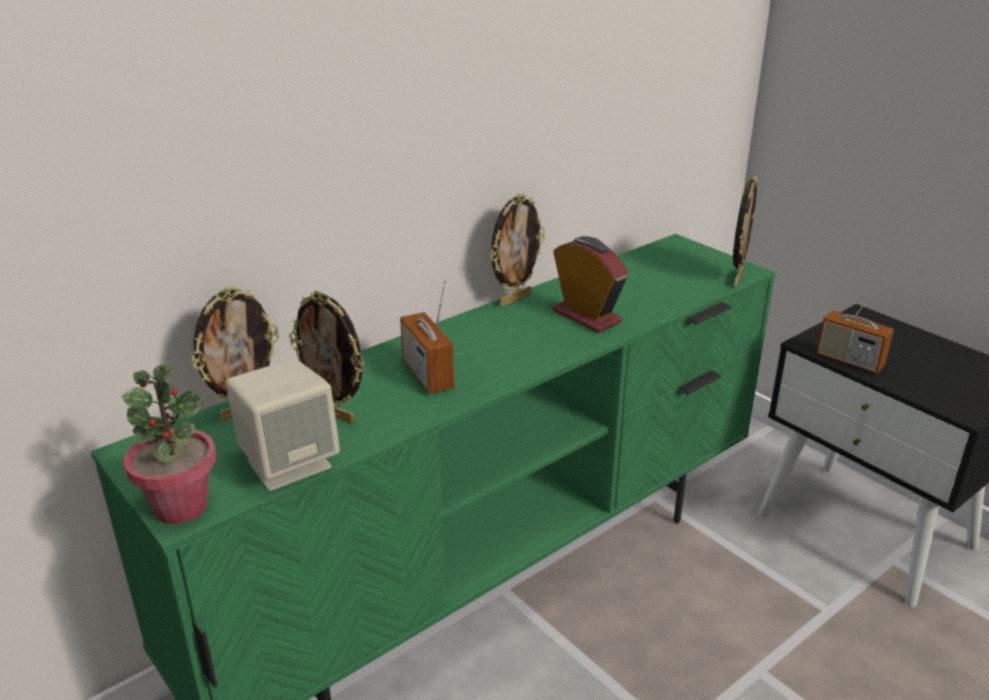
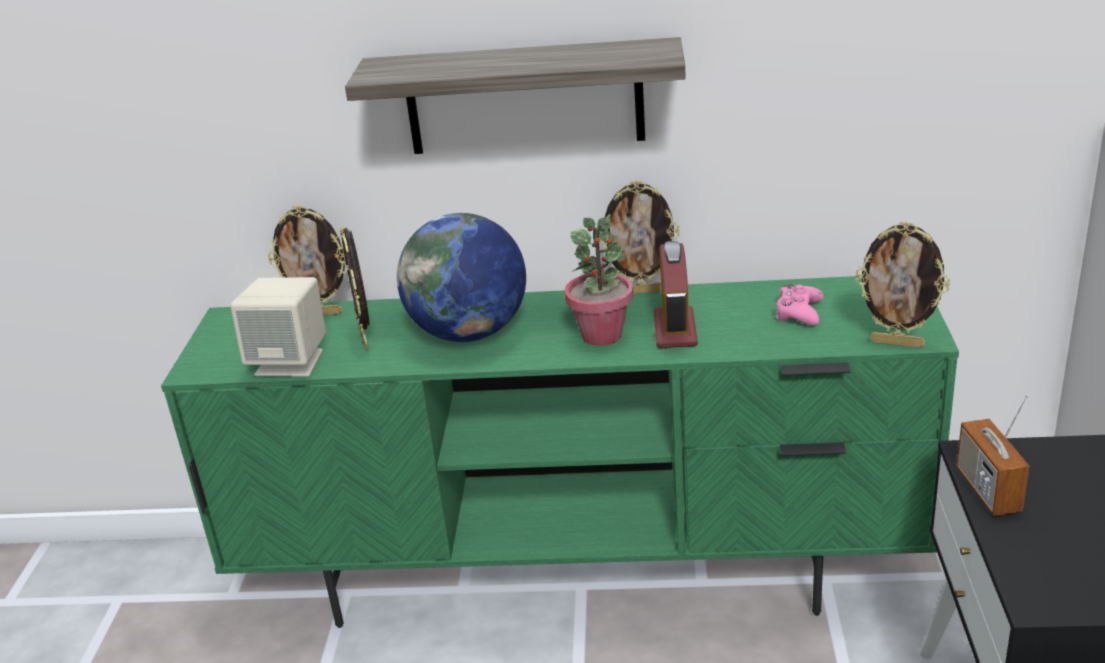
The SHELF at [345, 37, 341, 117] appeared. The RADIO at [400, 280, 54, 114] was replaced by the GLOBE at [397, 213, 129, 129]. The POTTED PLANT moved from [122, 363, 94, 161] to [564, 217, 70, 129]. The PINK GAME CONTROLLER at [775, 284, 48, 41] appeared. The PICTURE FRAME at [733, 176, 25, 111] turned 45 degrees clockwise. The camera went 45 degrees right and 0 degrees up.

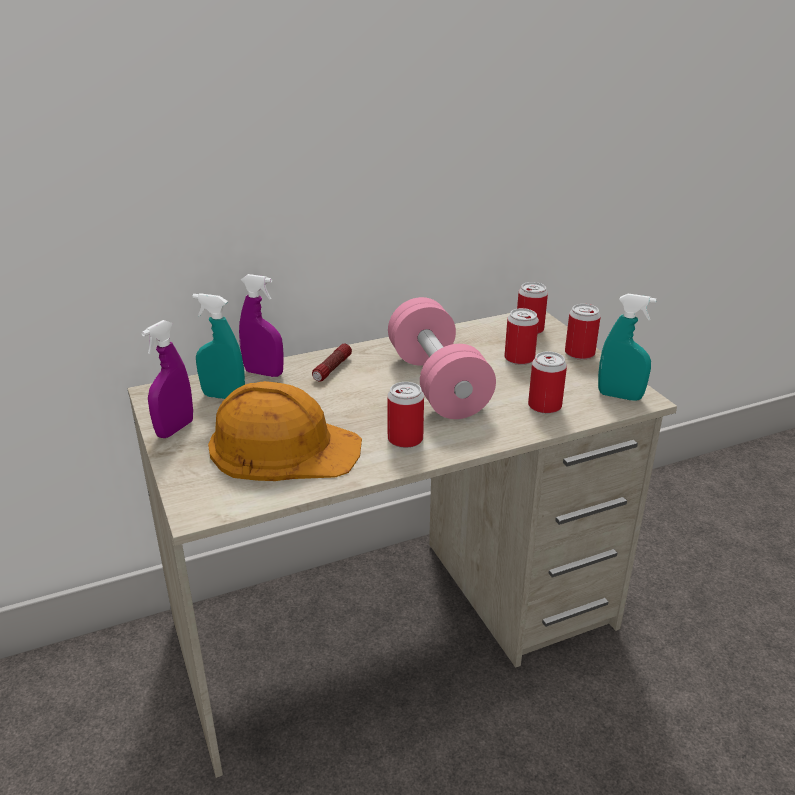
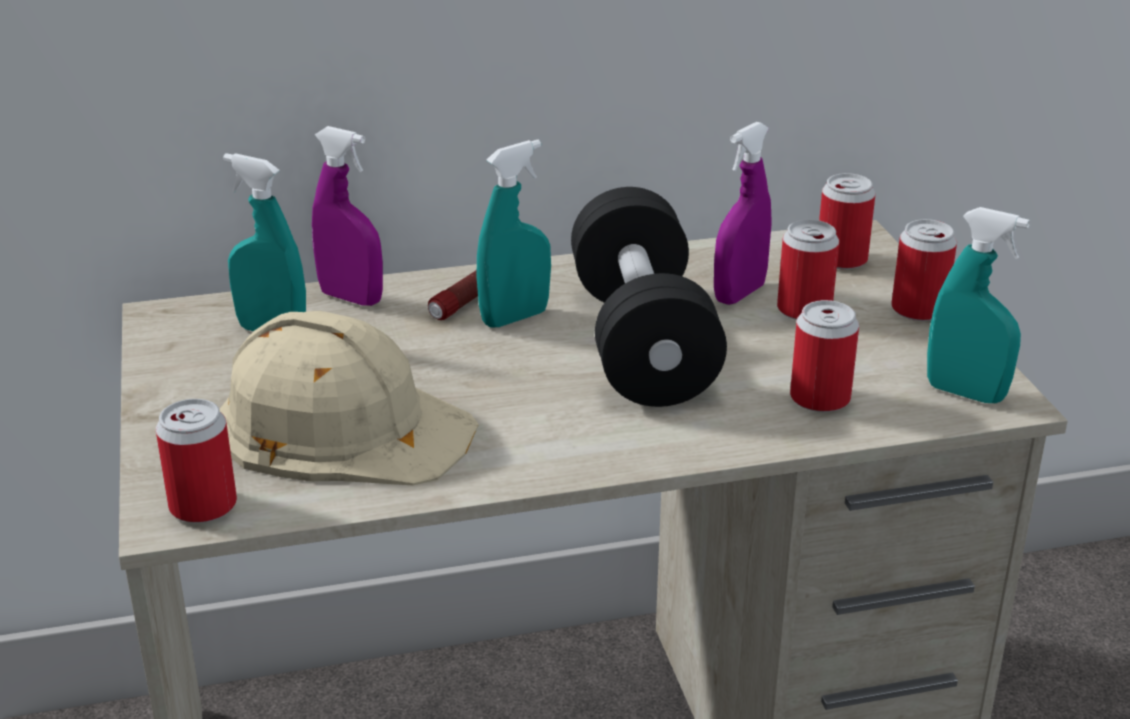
The CAN moved from [387, 382, 37, 66] to [156, 399, 81, 124]. The ORANGE HARD HAT at [208, 381, 154, 100] became the BEIGE HARD HAT at [220, 311, 259, 175]. The TURQUOISE SPRAY BOTTLE at [476, 140, 75, 188] appeared. The PINK DUMBBELL at [388, 297, 108, 122] became the BLACK DUMBBELL at [571, 187, 156, 220]. The PURPLE SPRAY BOTTLE moved from [141, 320, 52, 118] to [714, 122, 58, 183]. The camera went 10 degrees right and 0 degrees up.

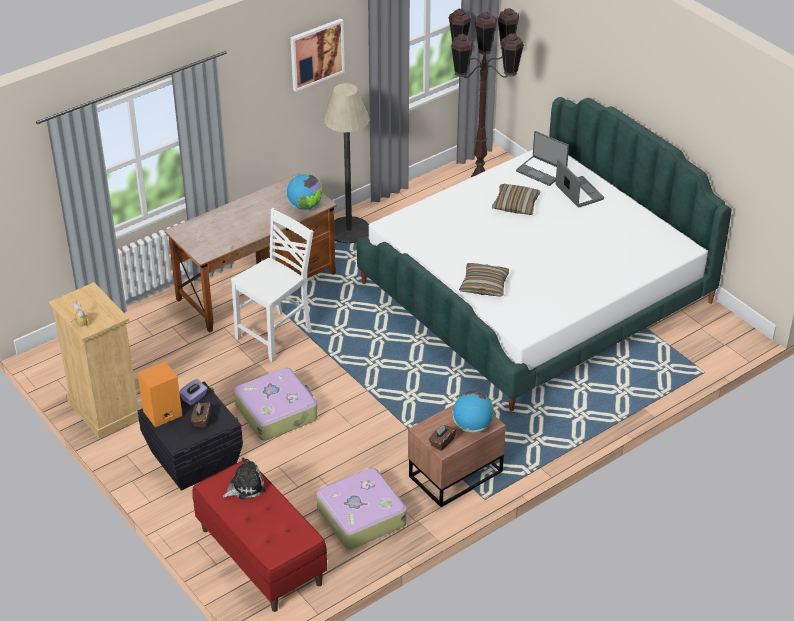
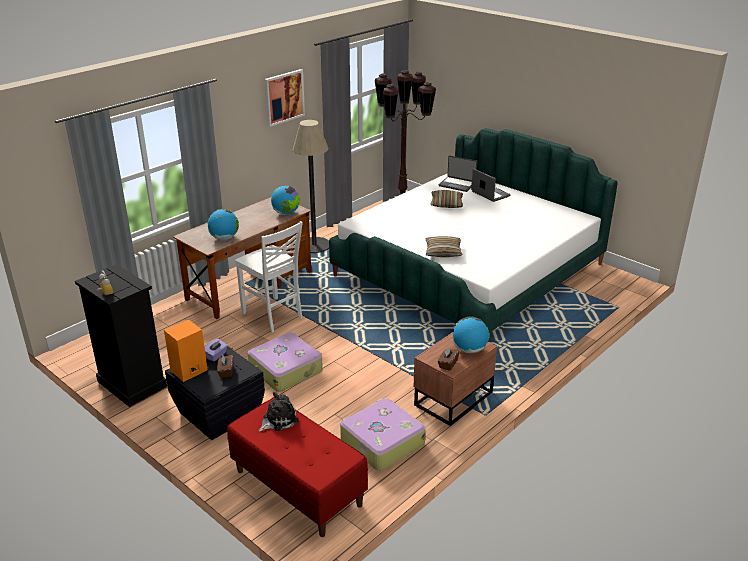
The BEIGE DRESSER at [49, 282, 91, 157] became the BLACK DRESSER at [75, 264, 92, 143]. The GLOBE at [208, 209, 31, 31] appeared. The WHITE CHAIR at [231, 208, 83, 154] turned 105 degrees clockwise. The camera went 10 degrees left and 10 degrees down.

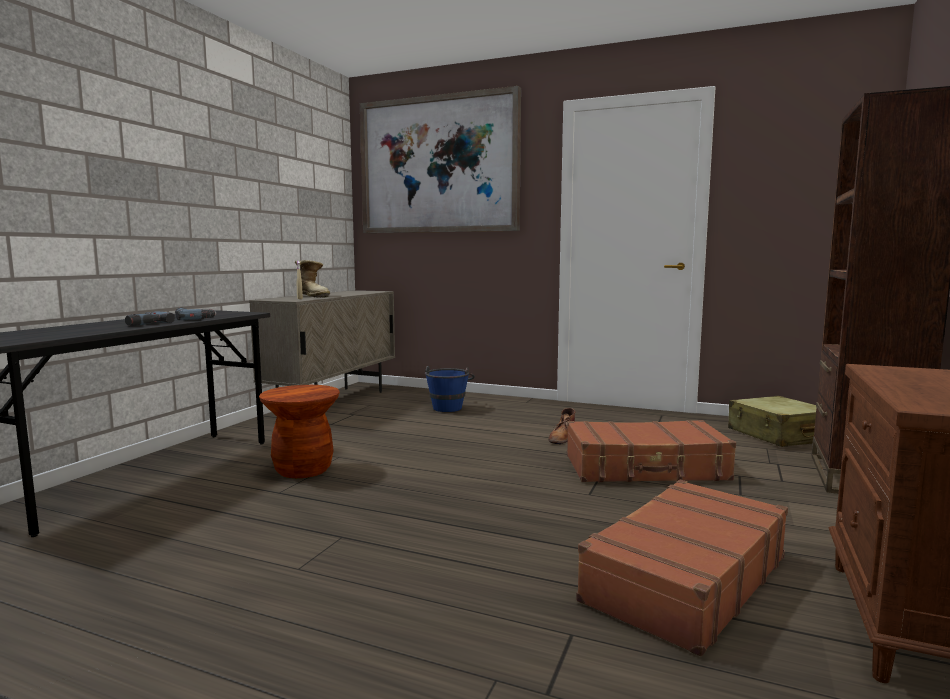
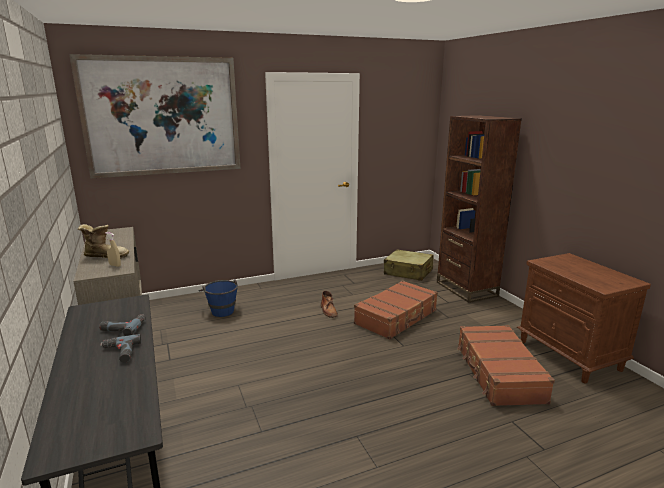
The BROWN STOOL at [259, 385, 81, 93] disappeared. The camera went 45 degrees left and 10 degrees up.

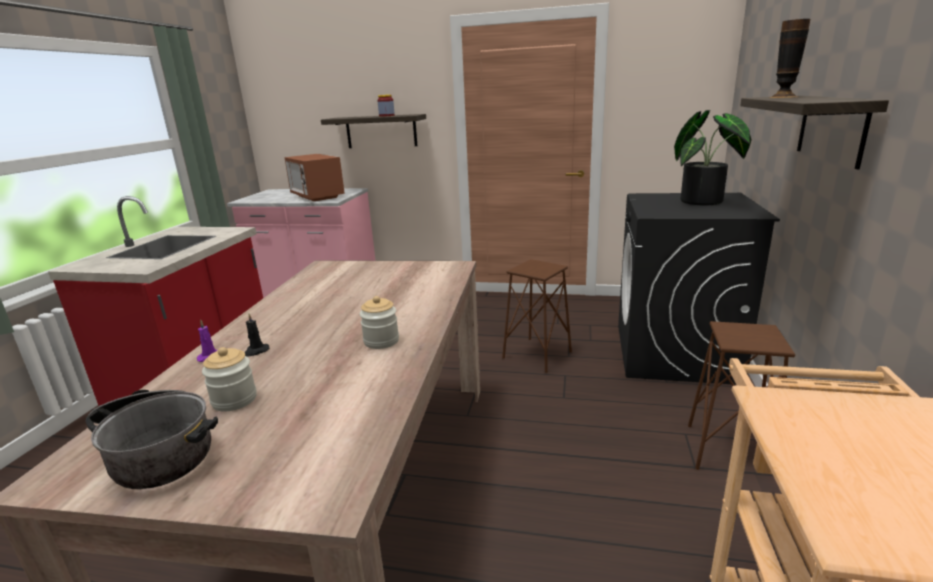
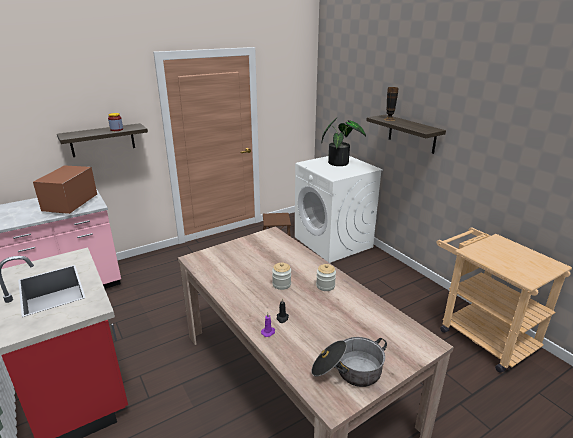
The MICROWAVE at [284, 154, 61, 47] turned 90 degrees clockwise. The JAR moved from [202, 347, 55, 65] to [272, 263, 19, 27]. The BLACK WASHING MACHINE at [618, 193, 162, 192] became the WHITE WASHING MACHINE at [295, 156, 88, 107]. The BROWN STOOL at [688, 321, 107, 149] disappeared. The camera went 45 degrees left and 5 degrees up.

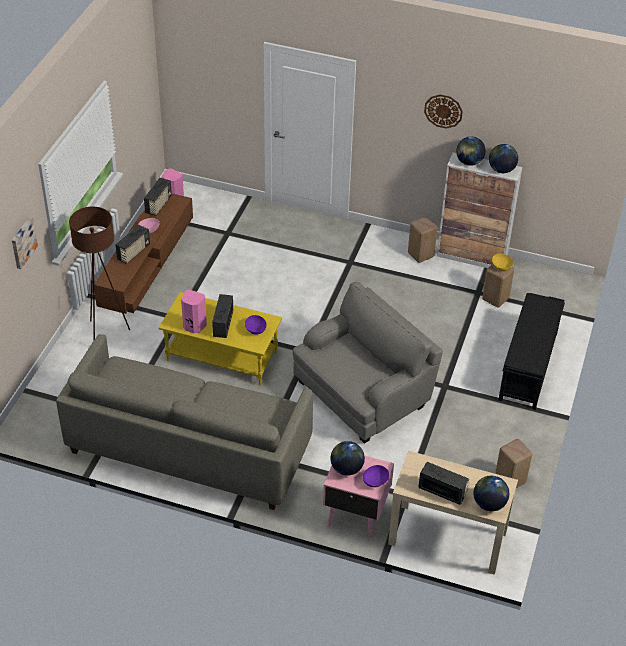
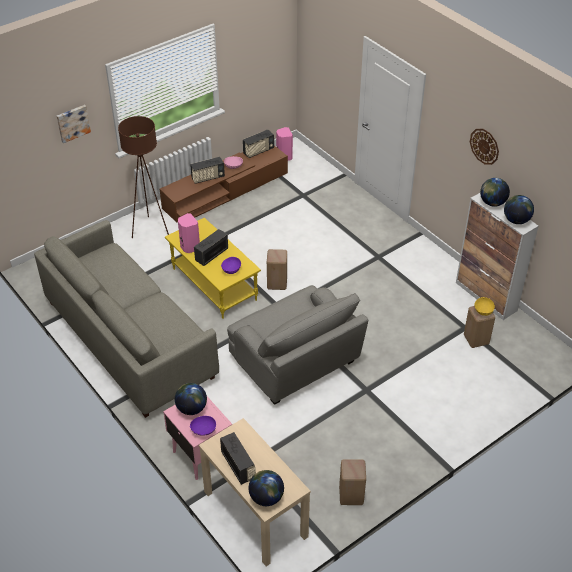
The GREY ARMCHAIR at [293, 282, 150, 162] turned 60 degrees clockwise. The BEIGE STOOL moved from [408, 217, 29, 46] to [267, 249, 20, 41]. The BLACK BENCH at [498, 293, 67, 117] disappeared. The camera went 35 degrees right and 0 degrees up.

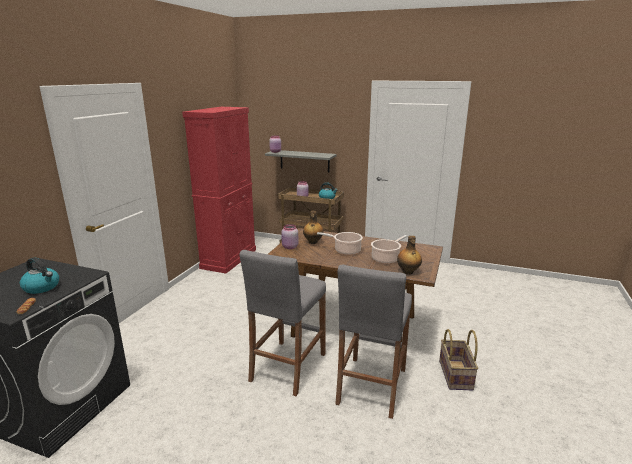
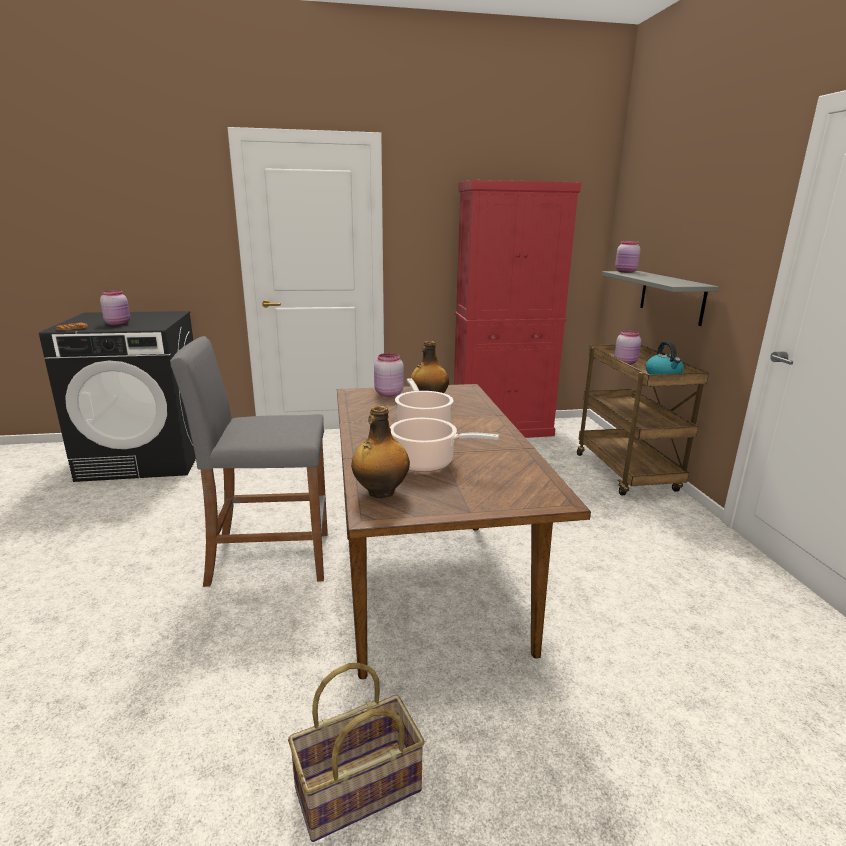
The KETTLE at [20, 257, 39, 37] was replaced by the PINK JAR at [100, 290, 30, 36]. The GREY STOOL at [335, 264, 77, 155] disappeared. The camera went 60 degrees right and 0 degrees up.

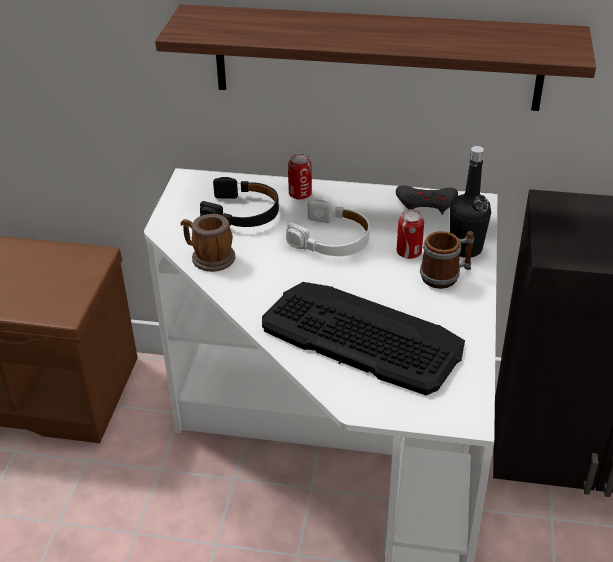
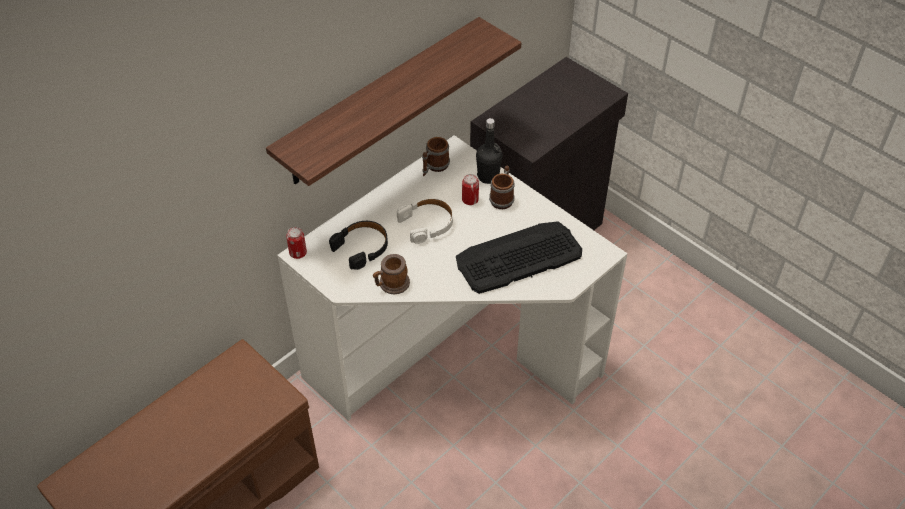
The CAN moved from [288, 153, 24, 47] to [286, 227, 21, 32]. The GREY GAME CONTROLLER at [396, 185, 62, 29] was replaced by the MUG at [422, 137, 28, 39]. The camera went 55 degrees left and 10 degrees up.

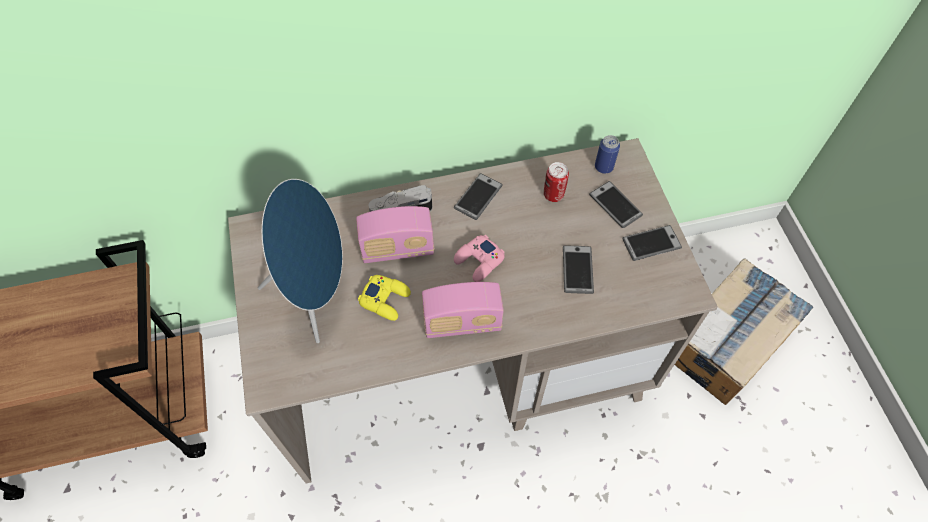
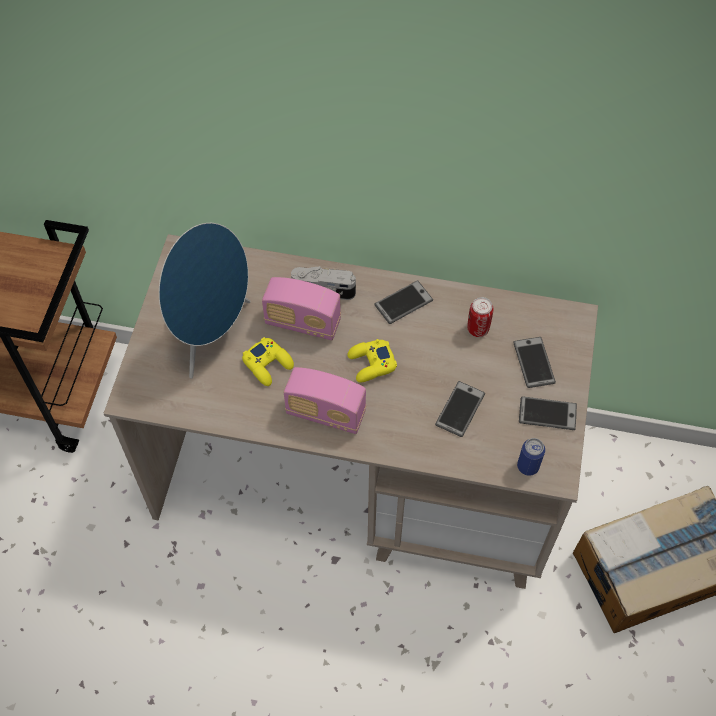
The PINK GAME CONTROLLER at [454, 235, 51, 47] became the YELLOW GAME CONTROLLER at [347, 339, 50, 44]. The CAN moved from [595, 135, 25, 39] to [517, 438, 28, 38]. The camera went 25 degrees right and 0 degrees up.

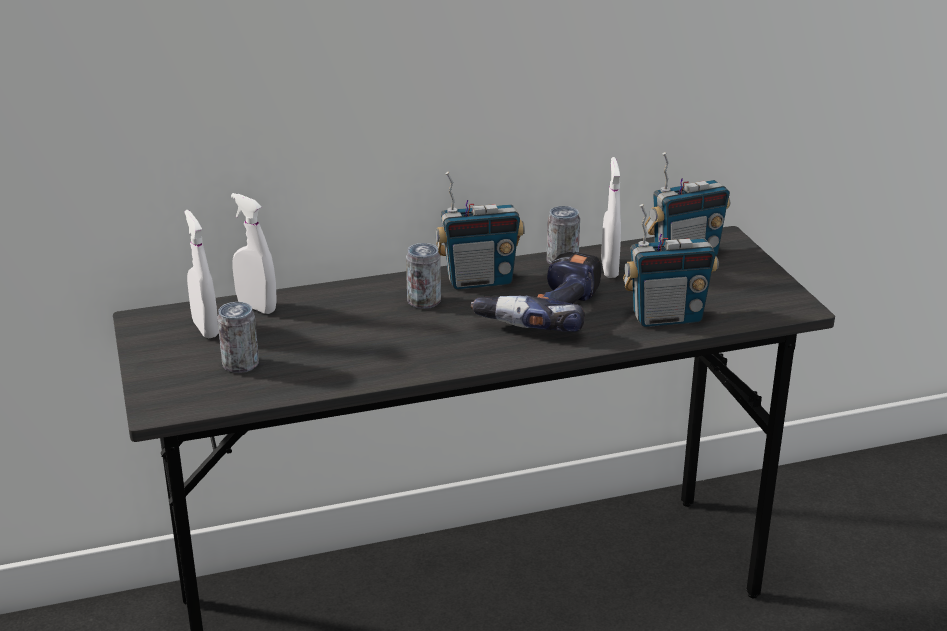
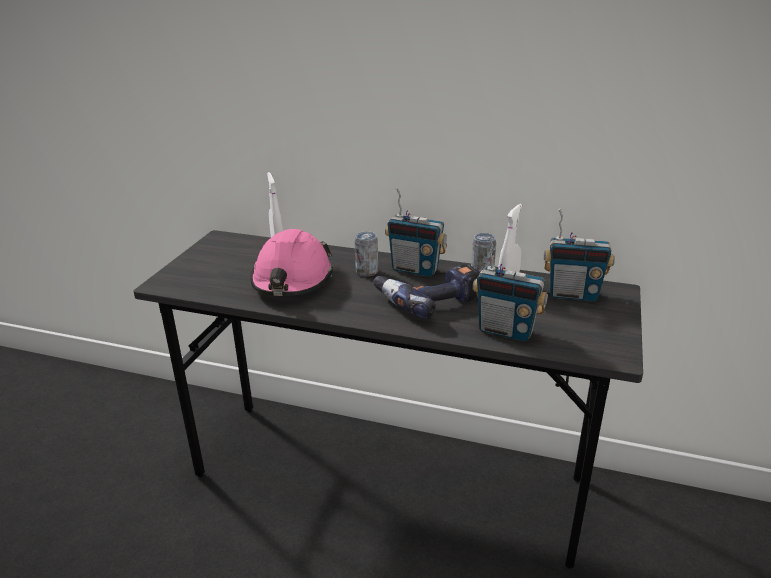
The PINK HARD HAT at [250, 229, 83, 67] appeared. The WHITE SPRAY BOTTLE at [184, 210, 35, 128] disappeared. The CAN at [217, 302, 42, 71] disappeared. The camera went 35 degrees right and 0 degrees up.

